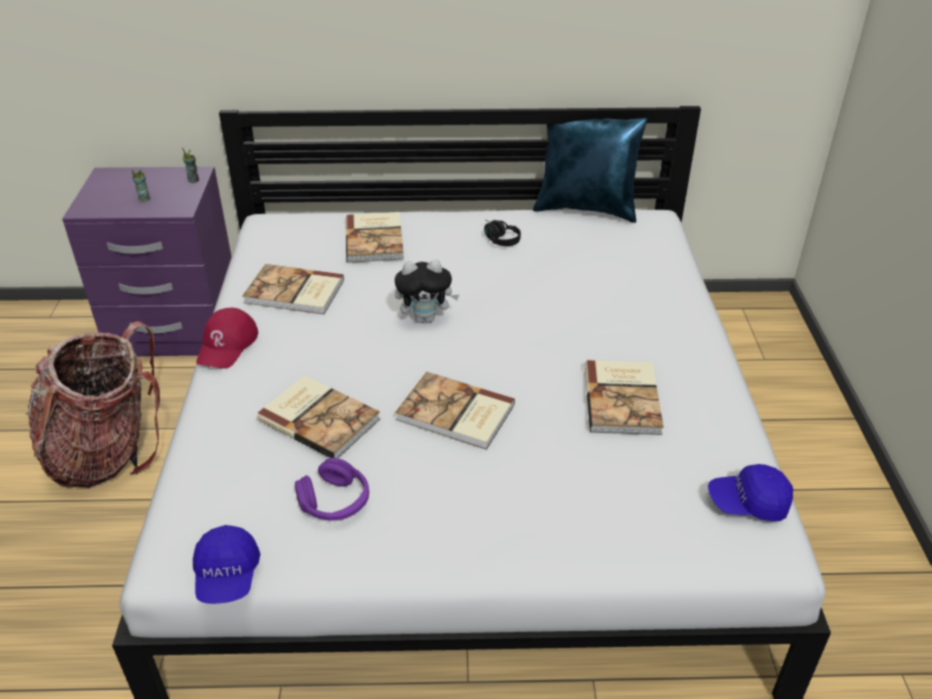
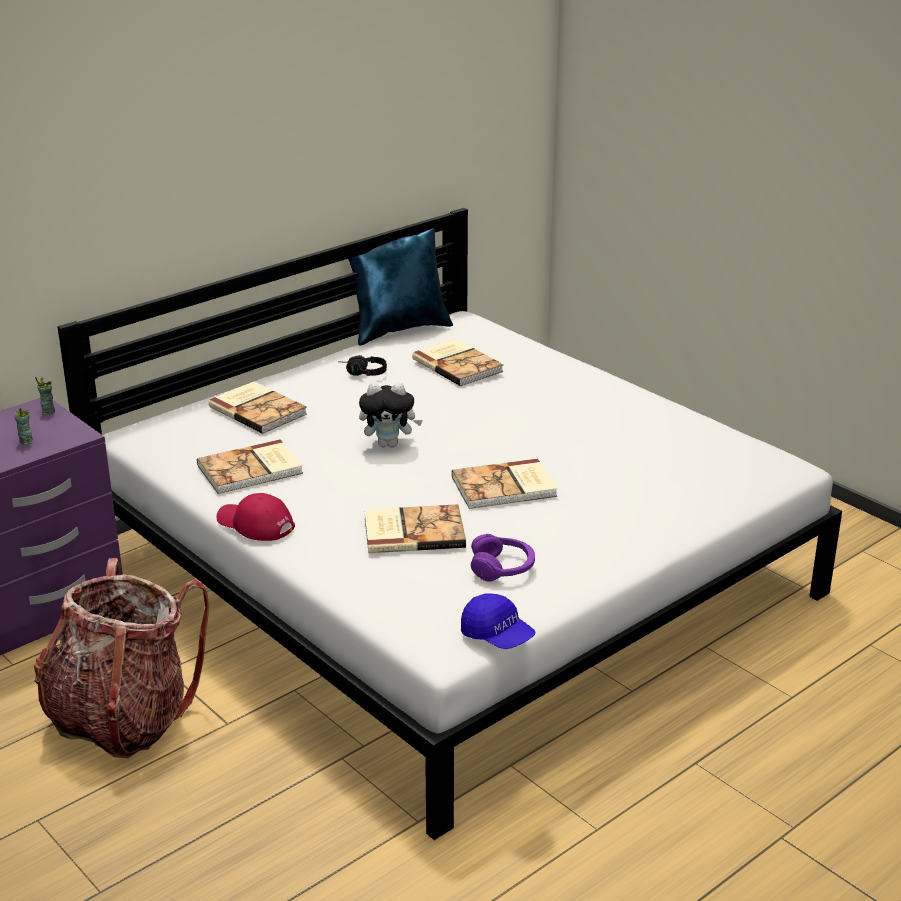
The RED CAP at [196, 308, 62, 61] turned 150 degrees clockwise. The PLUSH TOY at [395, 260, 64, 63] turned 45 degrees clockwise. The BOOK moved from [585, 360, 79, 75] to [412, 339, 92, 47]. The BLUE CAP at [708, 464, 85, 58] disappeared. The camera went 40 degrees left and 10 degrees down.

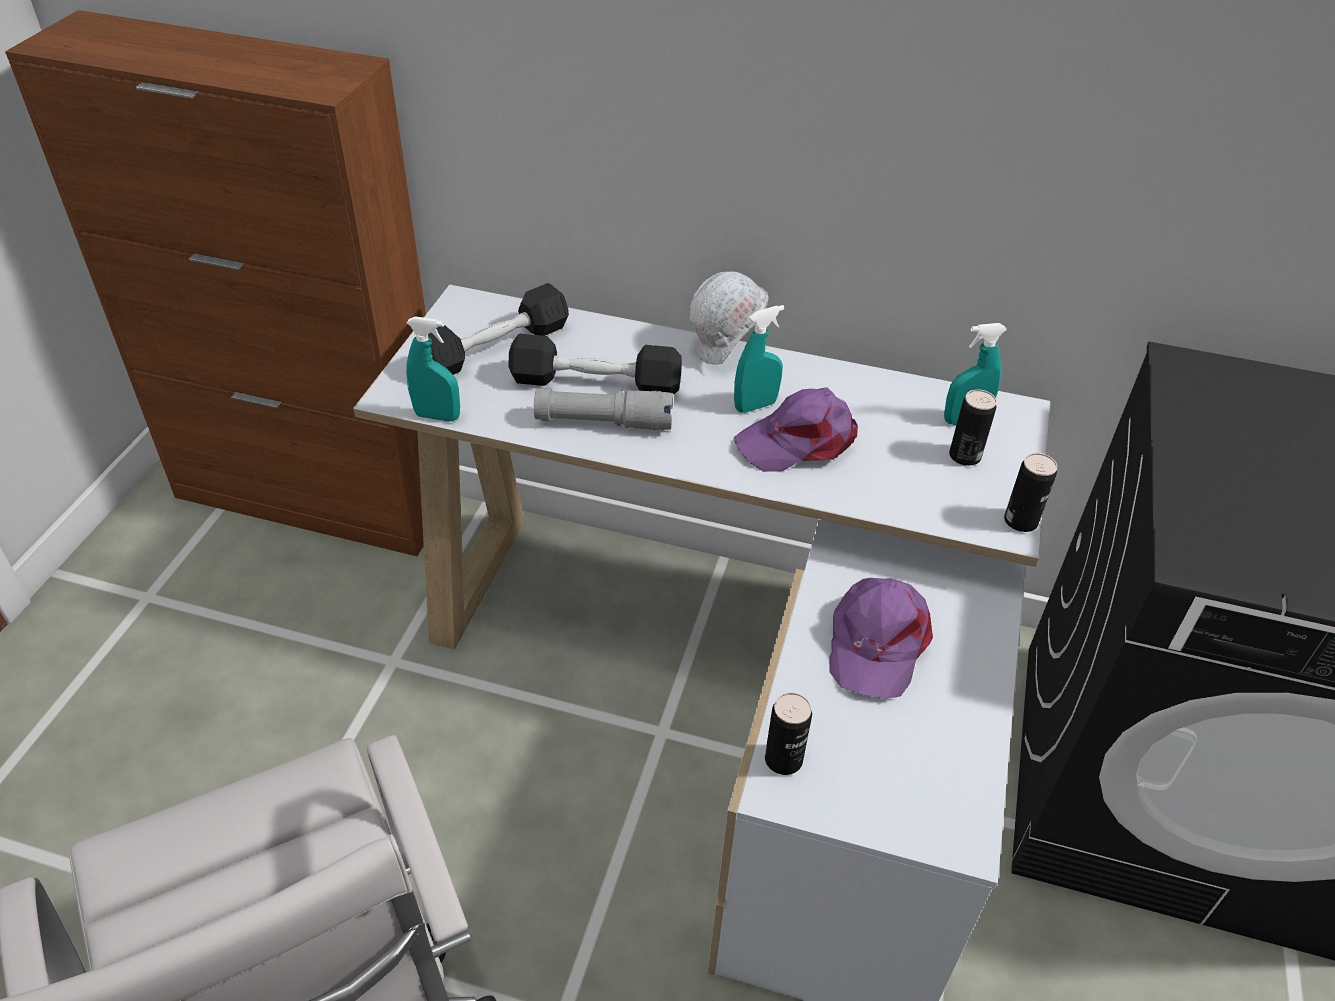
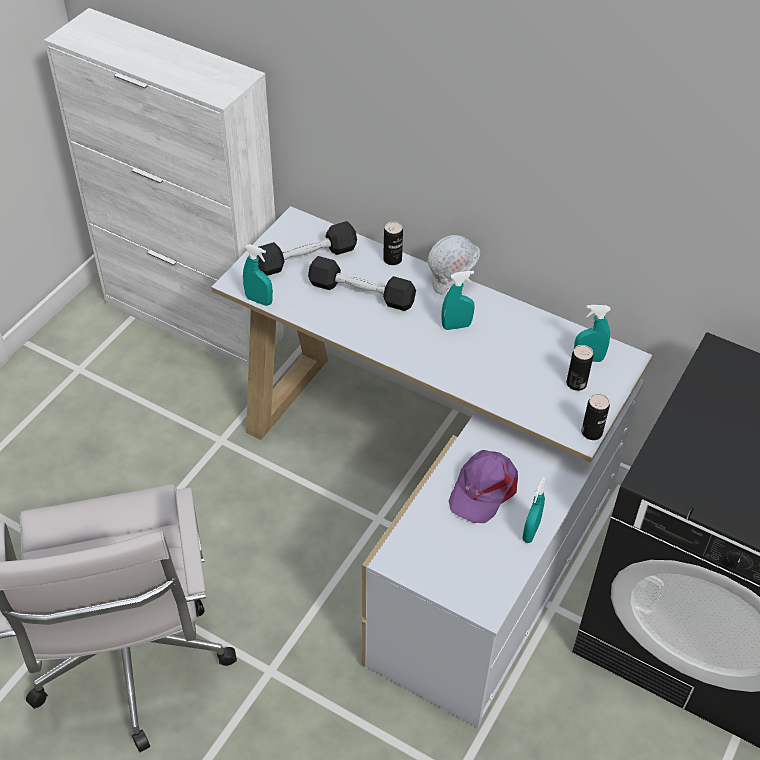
The BROWN CABINET at [5, 10, 421, 546] became the WHITE CABINET at [44, 8, 240, 363]. The CAN moved from [765, 692, 47, 83] to [383, 221, 20, 44]. The TURQUOISE SPRAY BOTTLE at [522, 477, 24, 66] appeared. The GREY FLASHLIGHT at [534, 387, 139, 44] disappeared. The PURPLE CAP at [734, 387, 124, 85] disappeared. The camera went 15 degrees right and 5 degrees up.

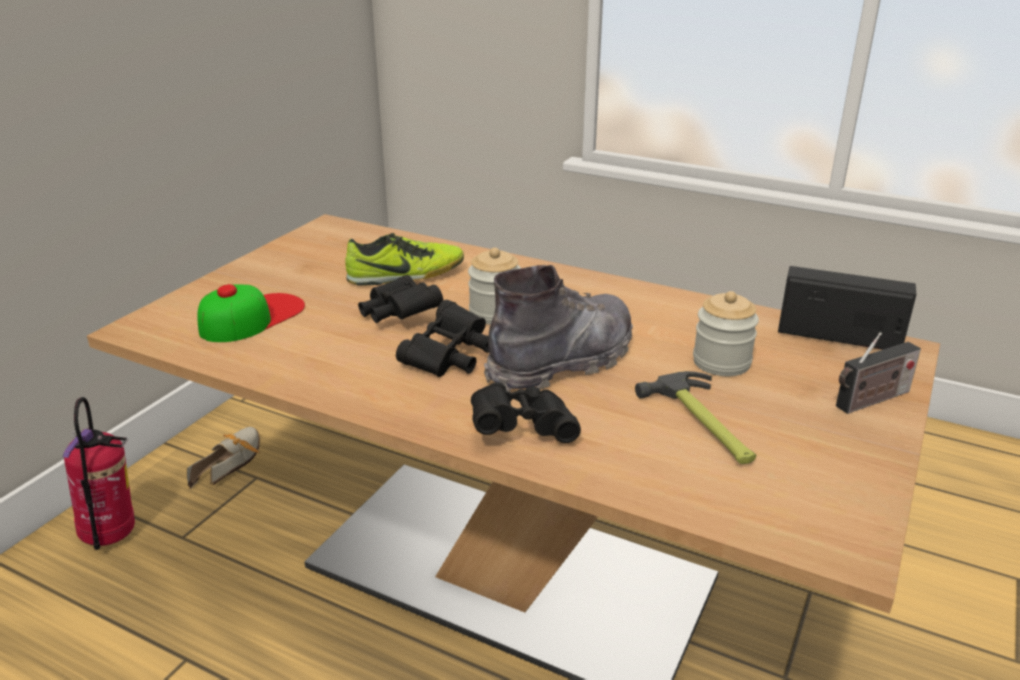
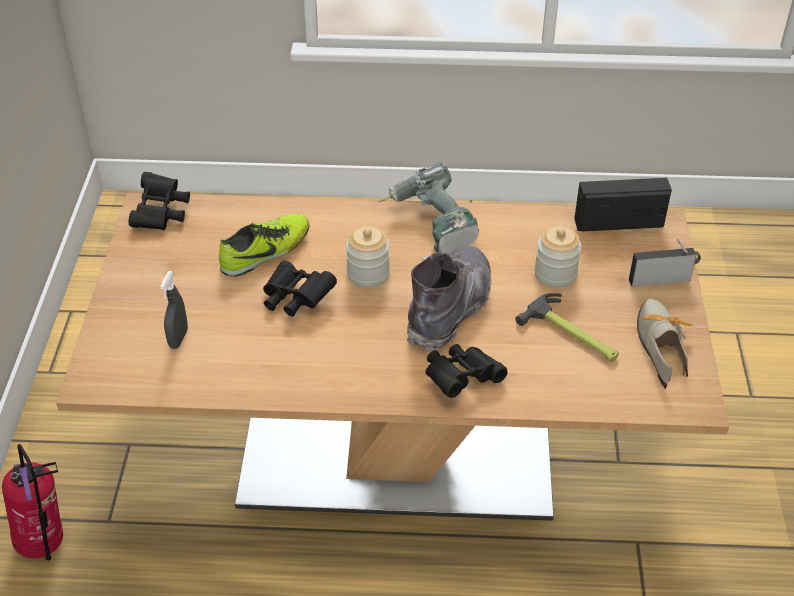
The BLACK BINOCULARS moved from [396, 300, 93, 77] to [129, 172, 61, 58]. The CAP at [197, 284, 108, 58] was replaced by the GREY SPRAY BOTTLE at [160, 271, 28, 78]. The POWER DRILL at [377, 162, 102, 99] appeared. The RADIO at [836, 332, 85, 82] turned 135 degrees counterclockwise. The SHOE moved from [187, 427, 73, 62] to [637, 299, 56, 90]. The camera went 25 degrees left and 15 degrees up.

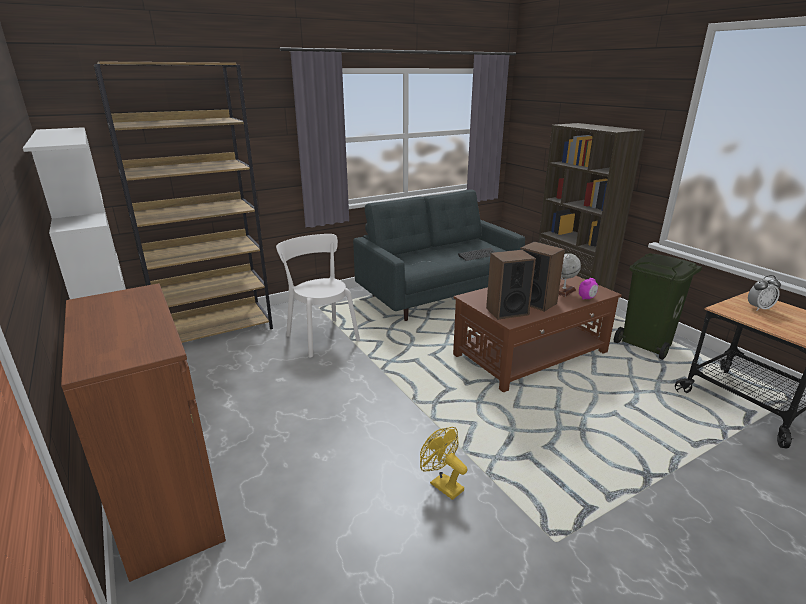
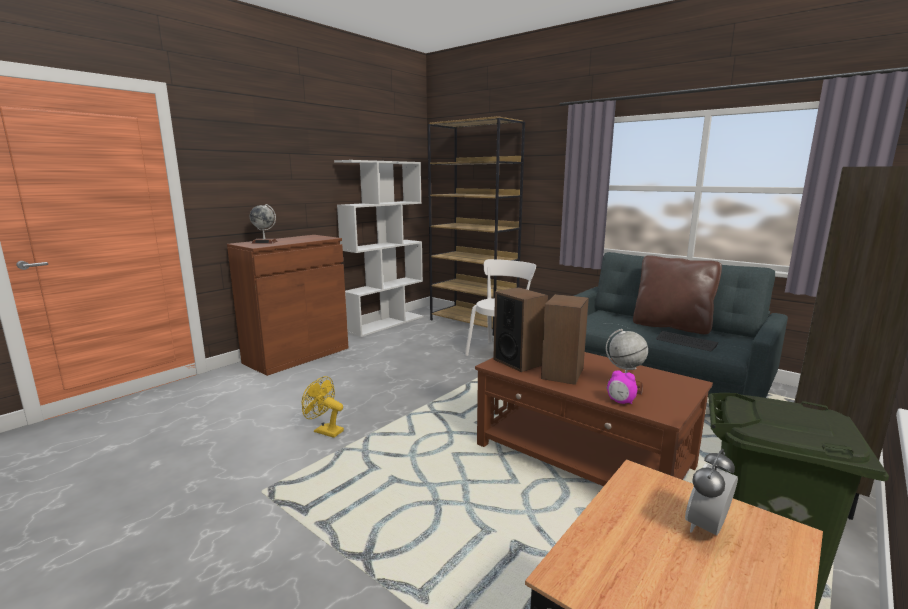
The GLOBE at [250, 204, 27, 40] appeared. The YELLOW FAN at [420, 427, 47, 73] turned 90 degrees counterclockwise. The BROWN PILLOW at [633, 255, 89, 79] appeared. The ALARM CLOCK at [748, 275, 33, 36] turned 75 degrees clockwise. The camera went 70 degrees right and 10 degrees down.

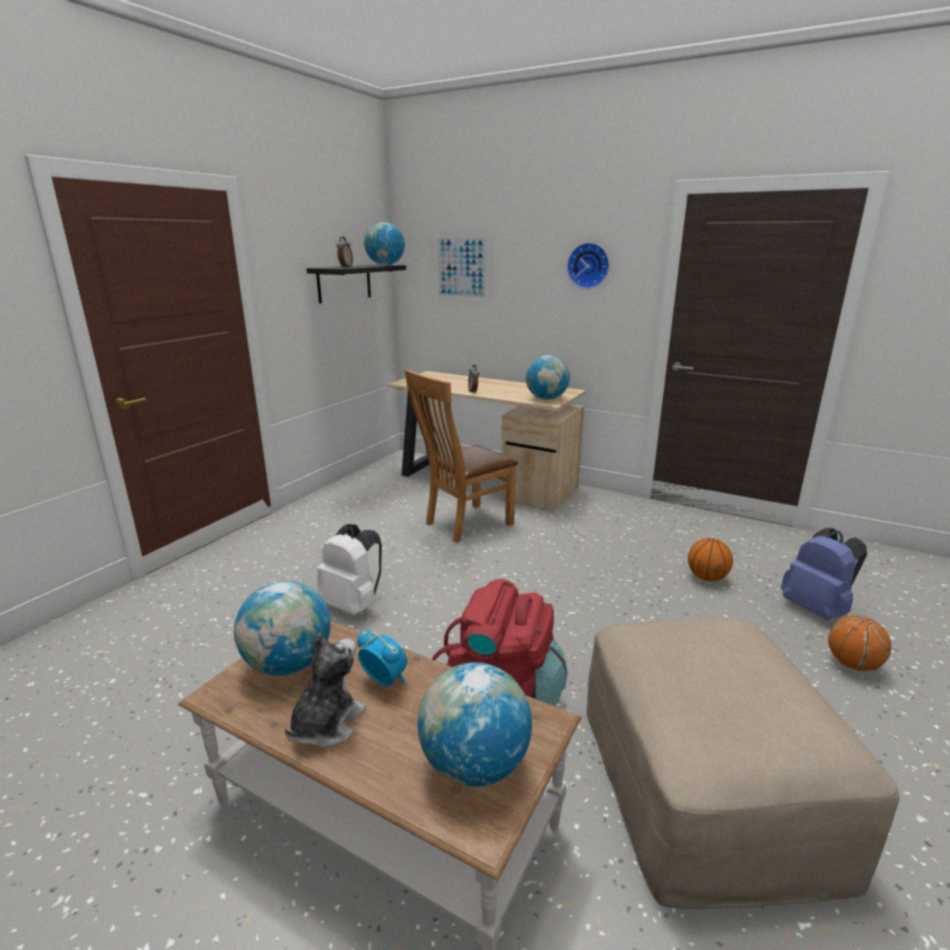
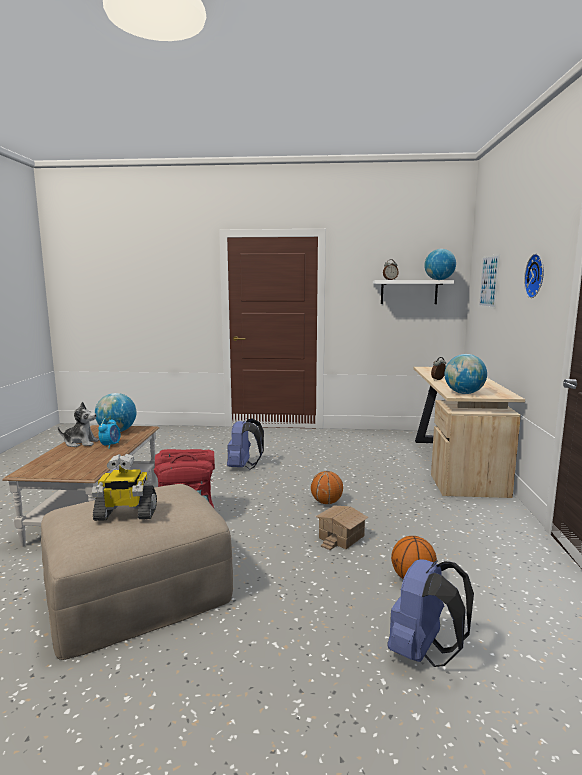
The TOY ROBOT at [92, 454, 65, 67] appeared. The WHITE BACKPACK at [317, 524, 65, 91] became the BLUE BACKPACK at [227, 418, 37, 51]. The BASKETBALL moved from [828, 615, 63, 56] to [311, 471, 32, 33]. The TOY HOUSE at [315, 505, 53, 45] appeared. The BLACK SHELF at [307, 265, 99, 39] became the WHITE SHELF at [373, 280, 81, 24]. The BROWN CHAIR at [405, 370, 113, 173] disappeared. The GLOBE at [418, 662, 114, 125] disappeared. The camera went 65 degrees right and 10 degrees down.

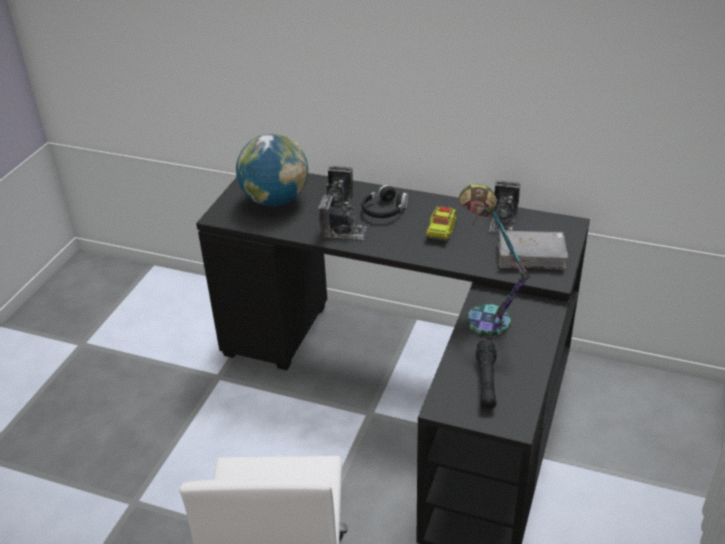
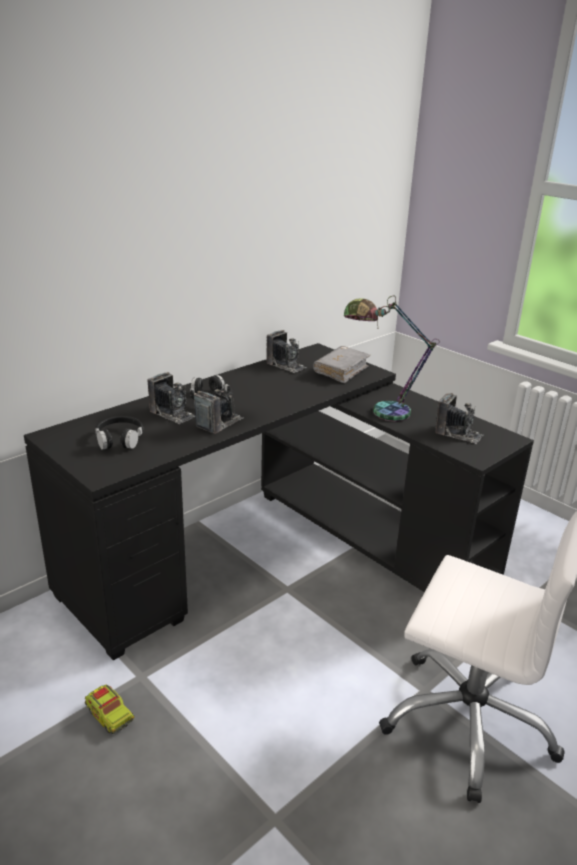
The TOY TRUCK moved from [426, 206, 31, 35] to [85, 685, 49, 49]. The GLOBE at [236, 134, 72, 72] was replaced by the BLACK HEADPHONES at [95, 416, 48, 34]. The BLACK FLASHLIGHT at [476, 339, 21, 71] was replaced by the PHOTO CAMERA at [435, 393, 48, 51]. The camera went 65 degrees left and 10 degrees down.

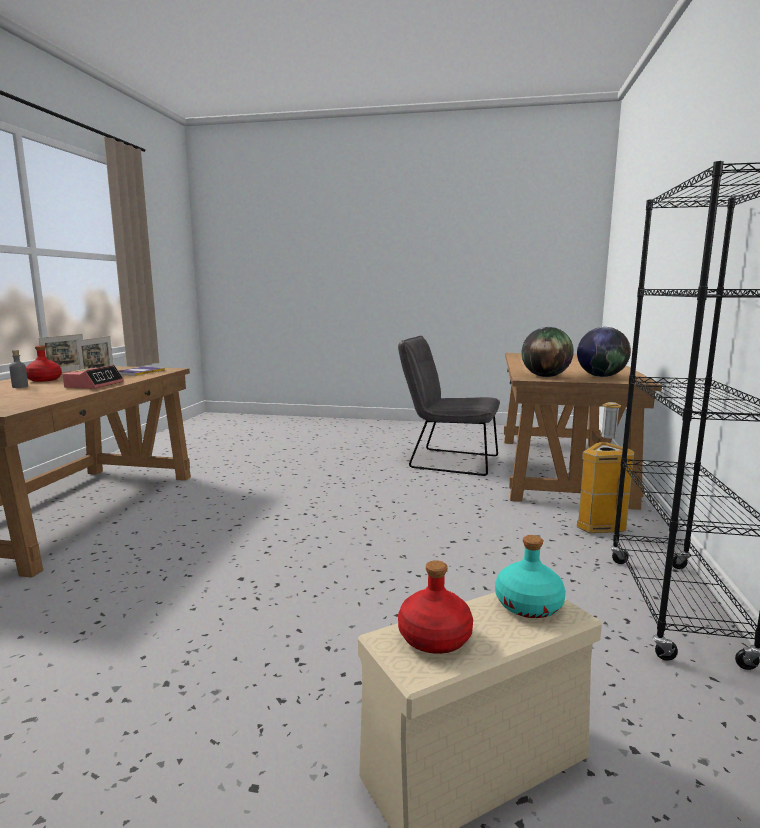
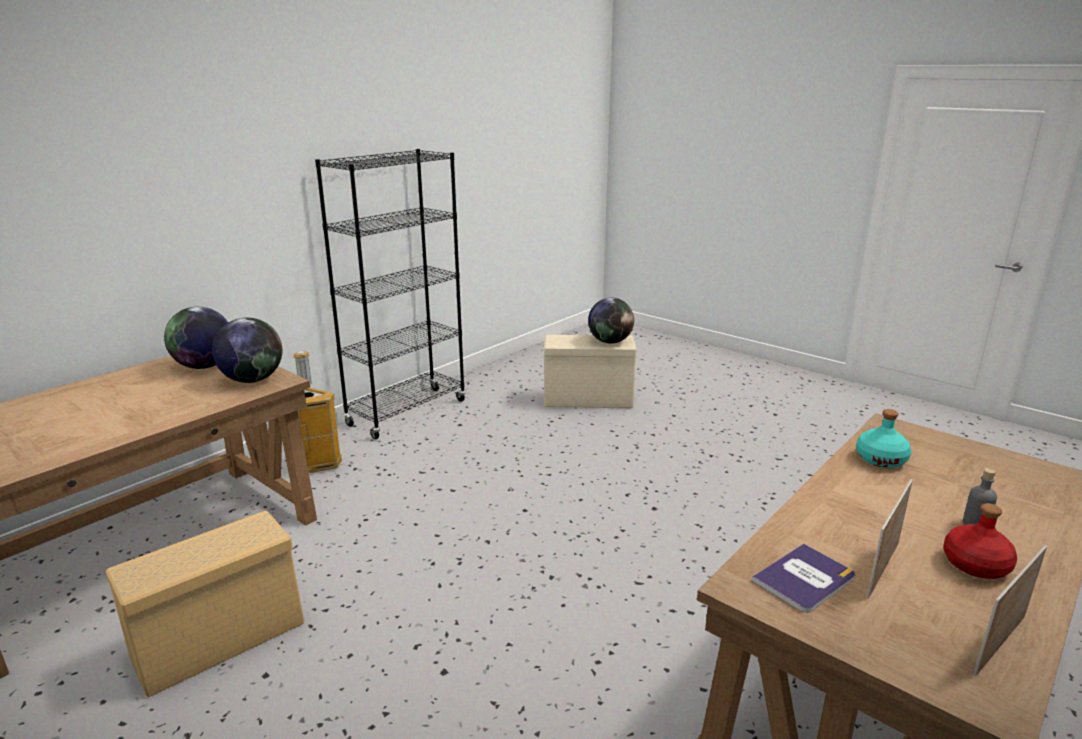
The GREY CHAIR at [398, 336, 102, 140] was replaced by the BEIGE STORAGE BOX at [106, 510, 198, 187]. The RED BOTTLE at [398, 560, 75, 94] was replaced by the GLOBE at [588, 298, 46, 46]. The TURQUOISE BOTTLE moved from [495, 535, 71, 83] to [856, 409, 55, 59]. The ALARM CLOCK at [63, 365, 61, 24] disappeared. The camera went 150 degrees left and 10 degrees up.

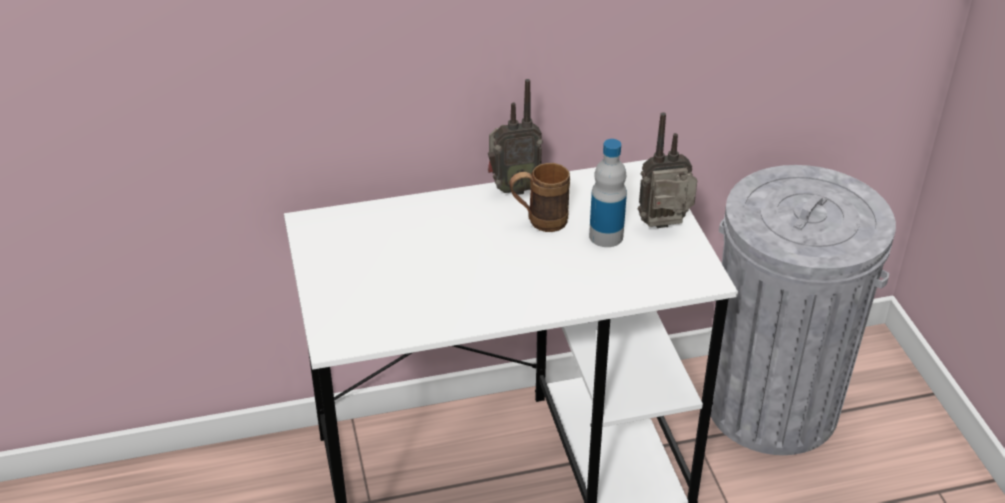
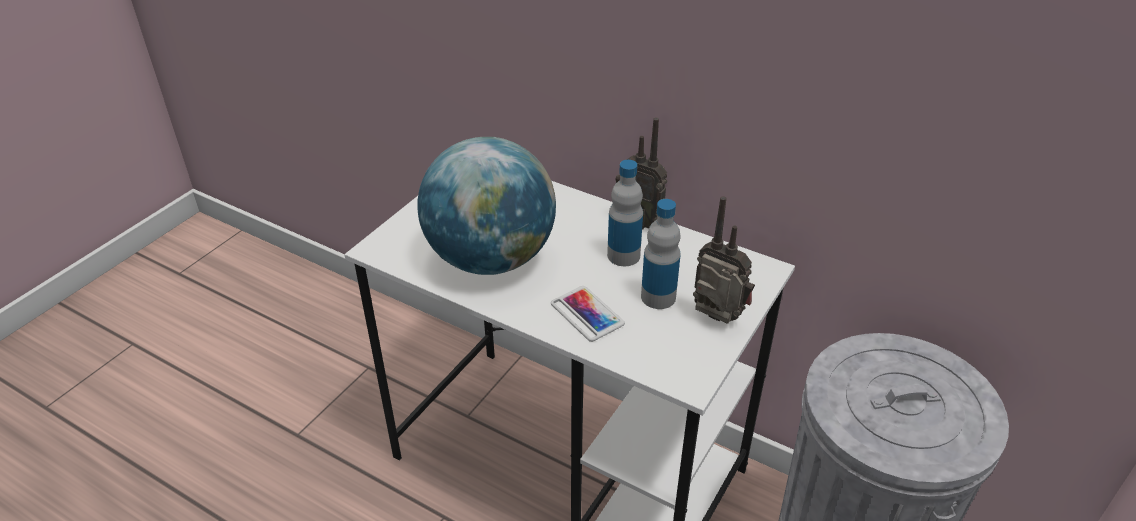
The GLOBE at [417, 137, 139, 138] appeared. The PHONE at [551, 286, 74, 56] appeared. The BROWN MUG at [509, 163, 61, 69] was replaced by the BOTTLE at [607, 160, 36, 106]. The camera went 45 degrees right and 0 degrees up.

